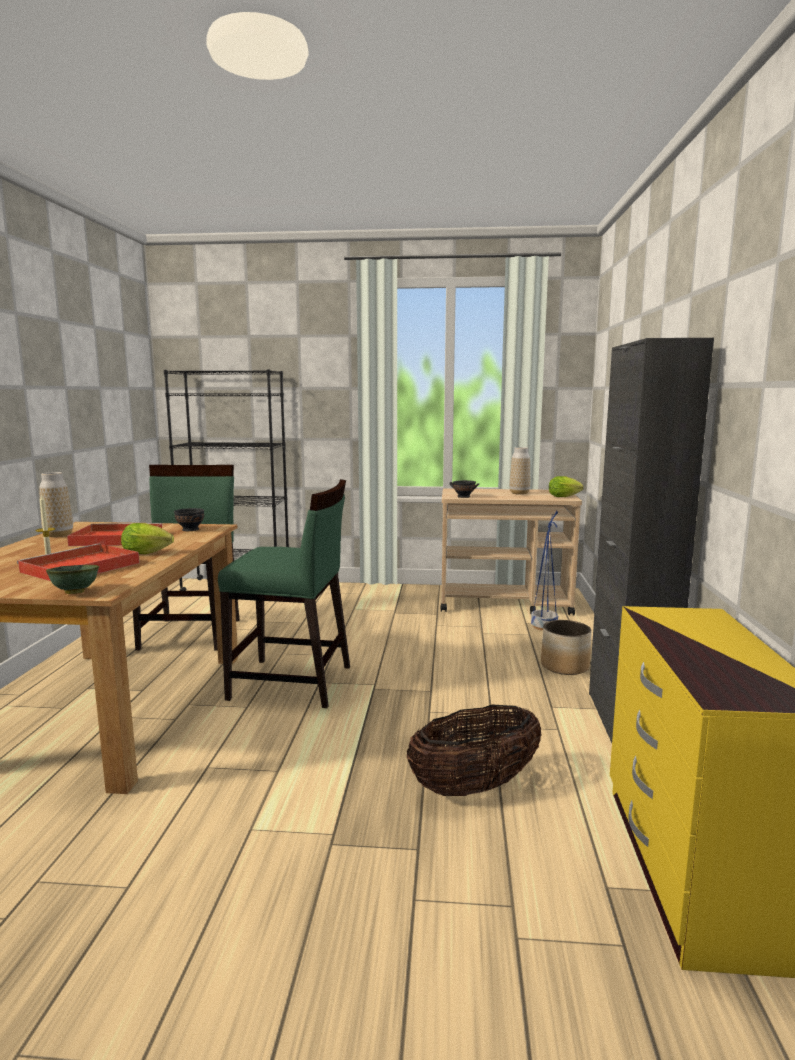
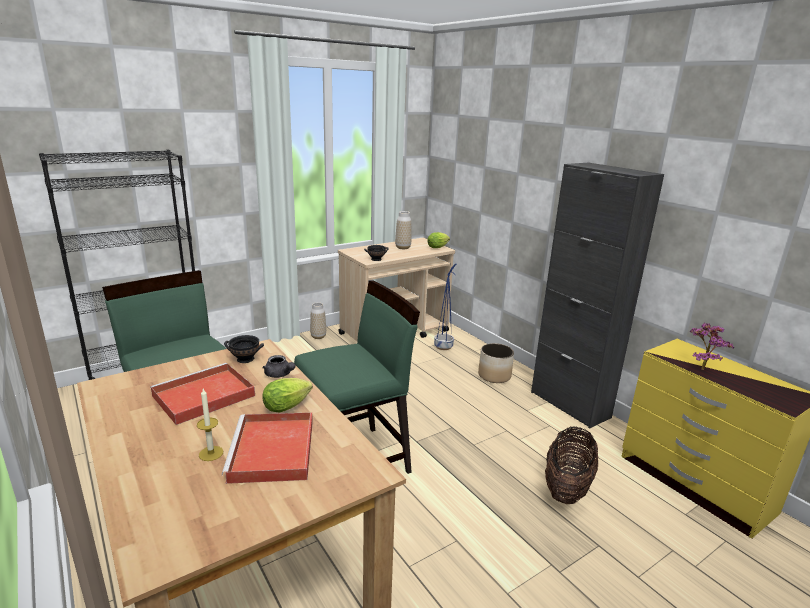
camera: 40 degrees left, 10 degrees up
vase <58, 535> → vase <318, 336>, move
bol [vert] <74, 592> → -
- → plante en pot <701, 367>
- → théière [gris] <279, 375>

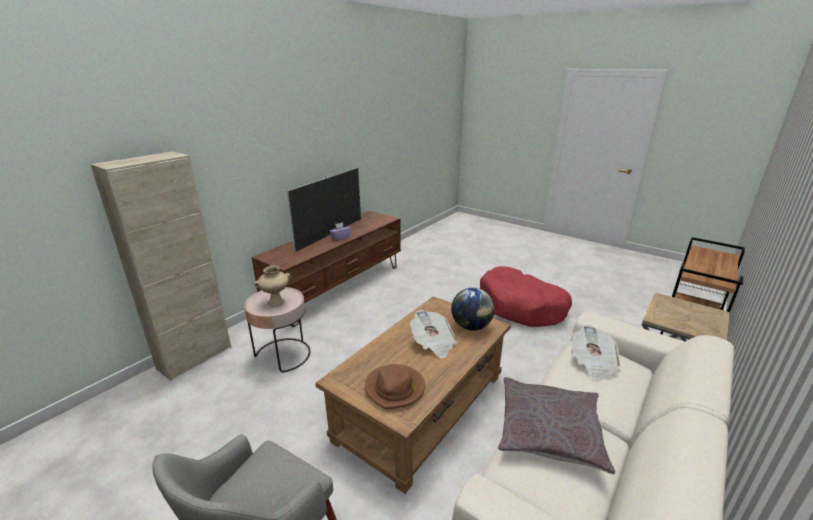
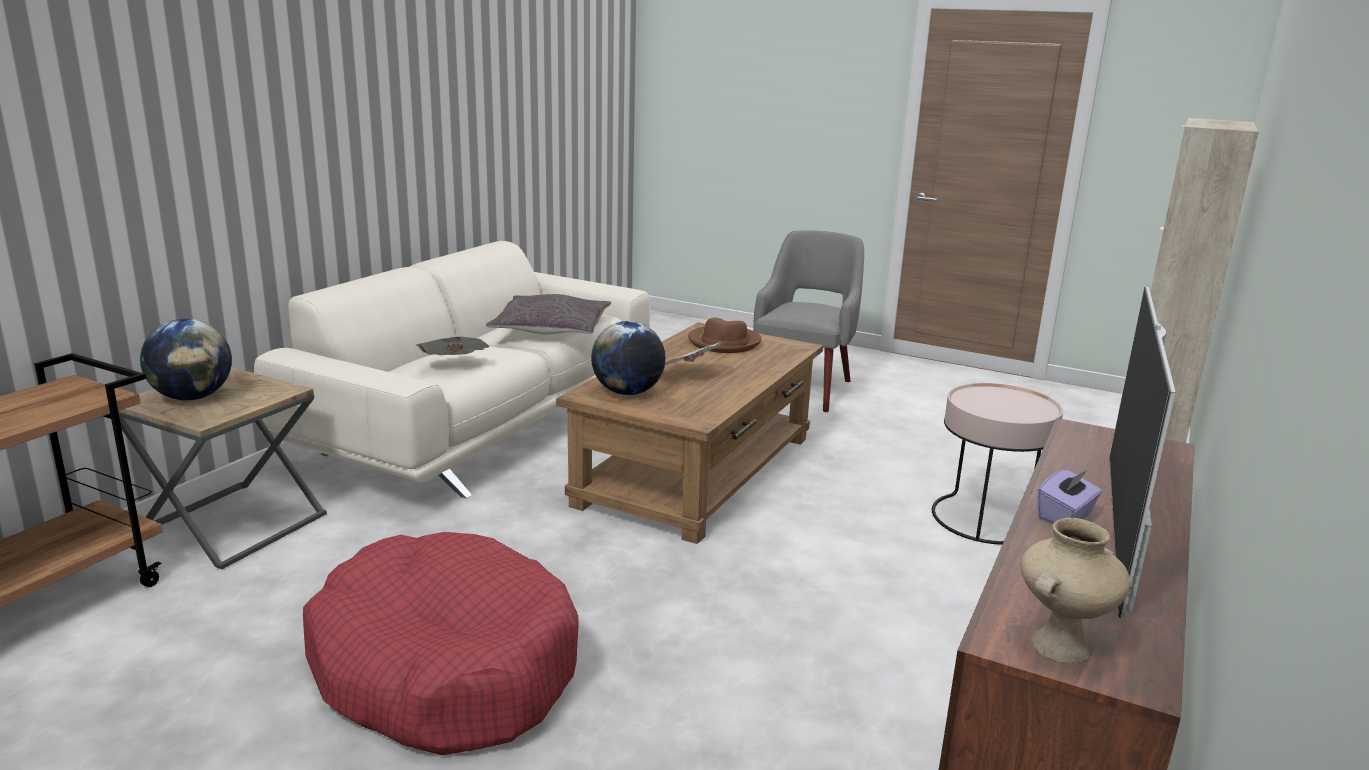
camera: 170 degrees right, 5 degrees down
vase [beige] <276, 303> → vase [beige] <1060, 645>, move
- → globe <192, 397>

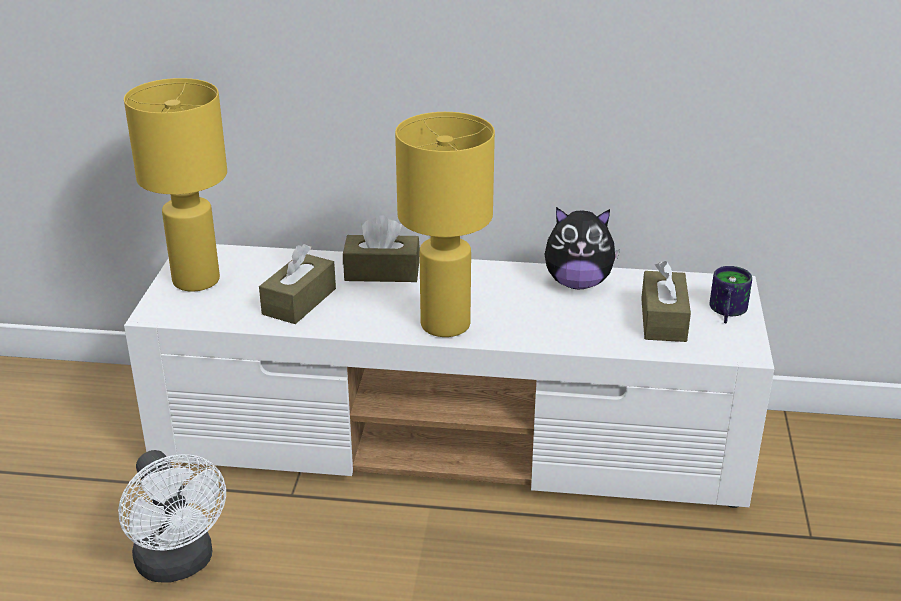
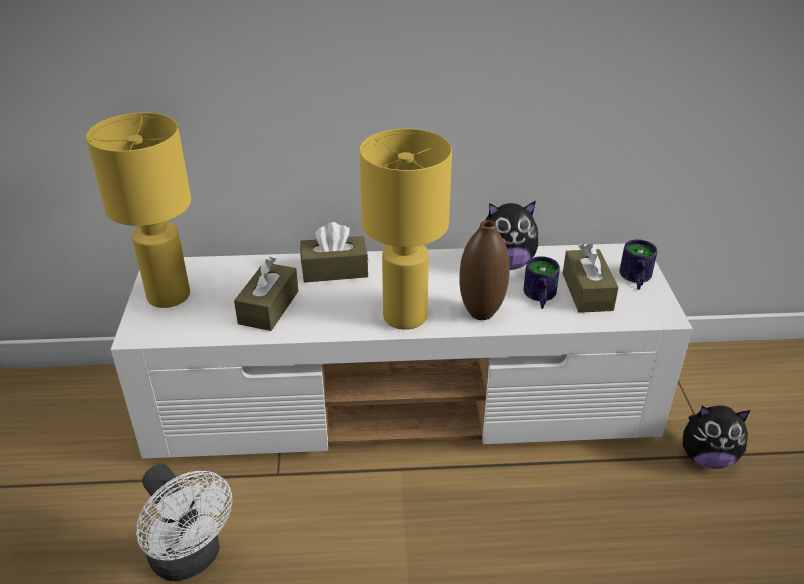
camera: 10 degrees left, 5 degrees up
- → vase [marron] <481, 313>
- → mug <538, 297>
- → peluche <706, 457>

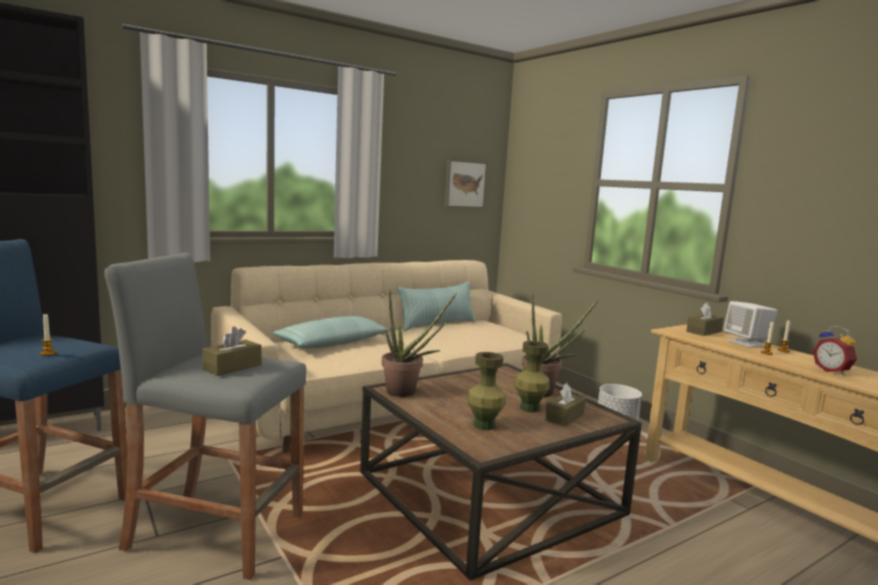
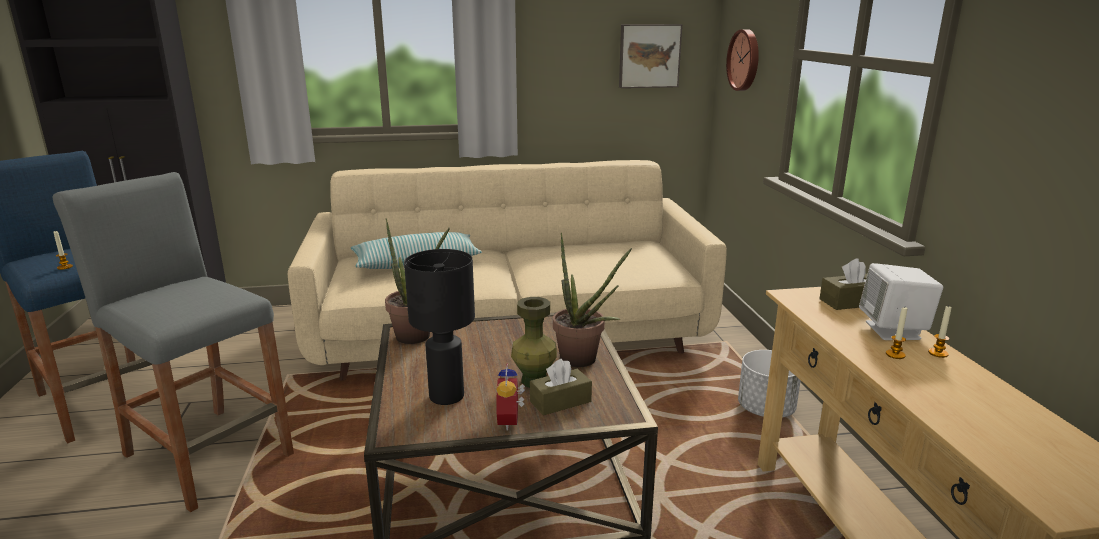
camera: 25 degrees right, 10 degrees up
coussin <437, 325> → -
boîte à mouchoirs [marron] <232, 367> → -
réveil <832, 371> → réveil <511, 421>, move
vase [vert] <484, 425> → lampe de table [noir] <447, 397>
- → horloge murale <745, 60>

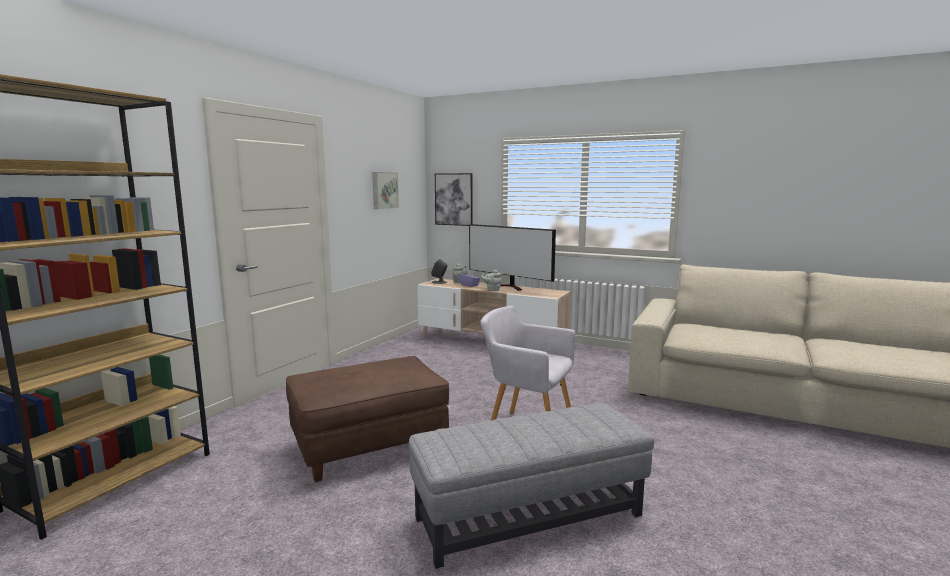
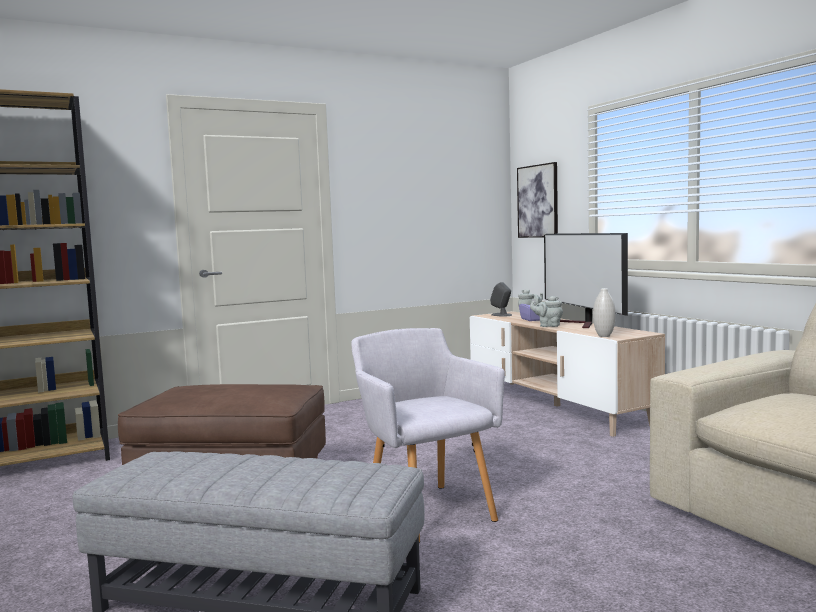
camera: 35 degrees right, 5 degrees down
tableau <384, 190> → -
- → vase [blanc] <604, 336>

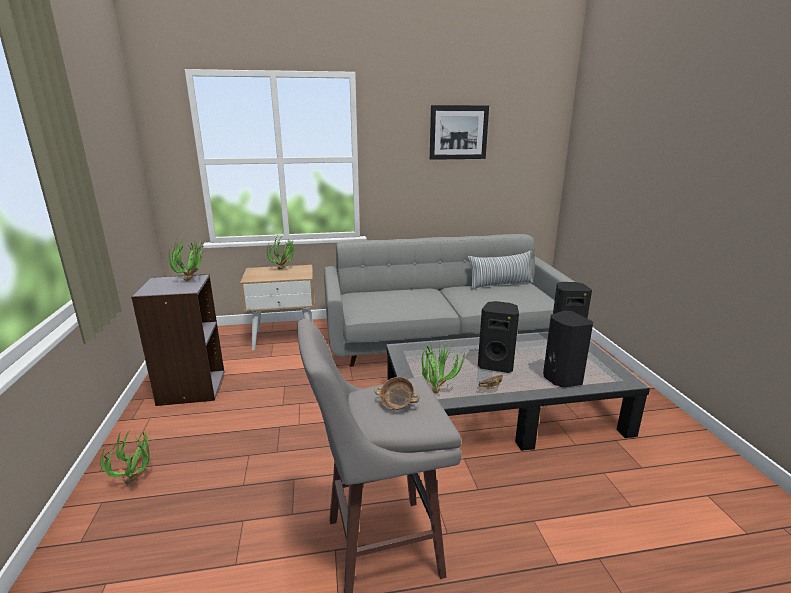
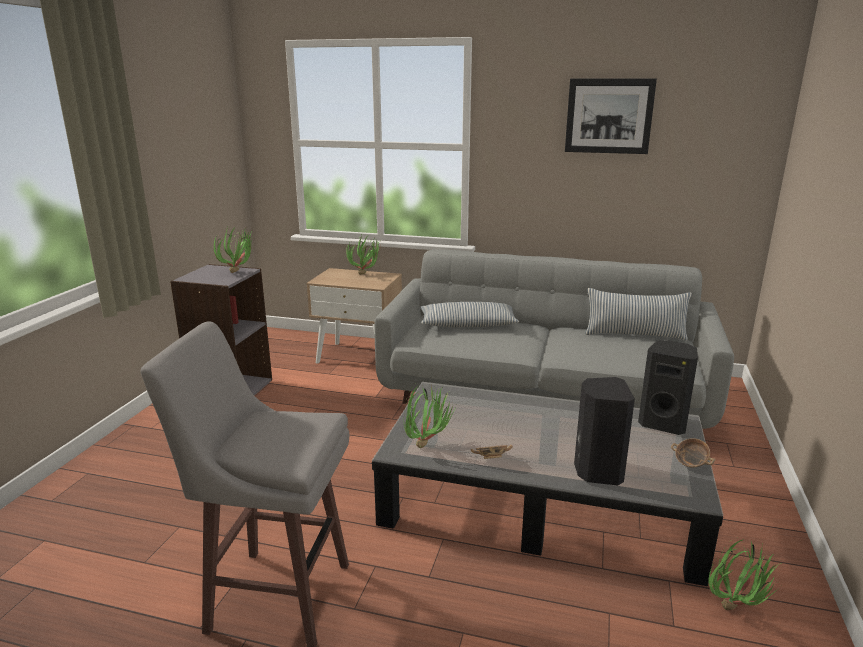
camera: 25 degrees right, 0 degrees up
enceinte [noir] <496, 365> → -
bol <396, 405> → bol <690, 464>, move
plante en pot <137, 480> → plante en pot <737, 608>, move
- → coussin <468, 324>

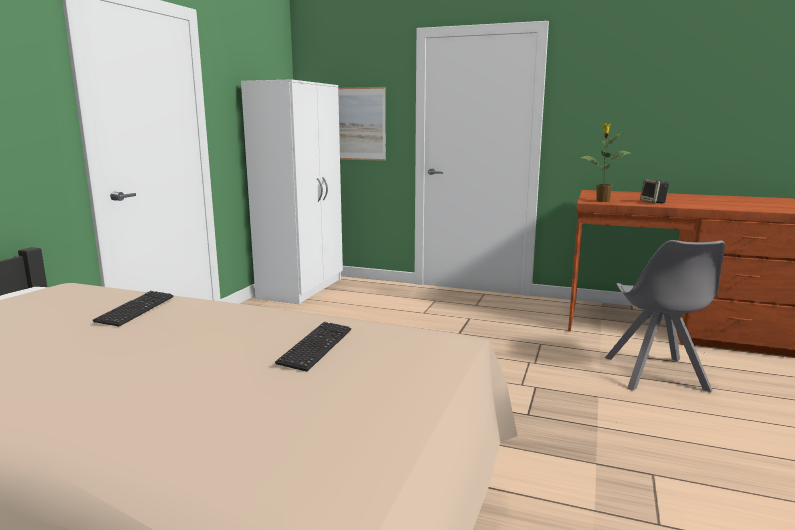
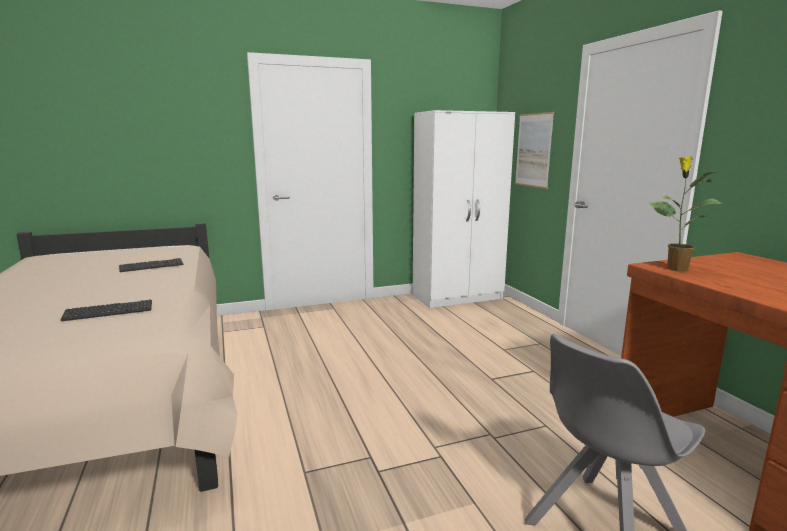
camera: 50 degrees right, 0 degrees up
enceinte <653, 202> → -

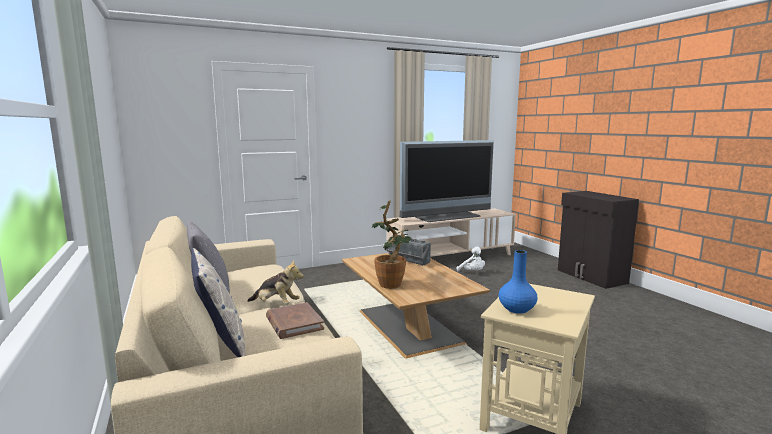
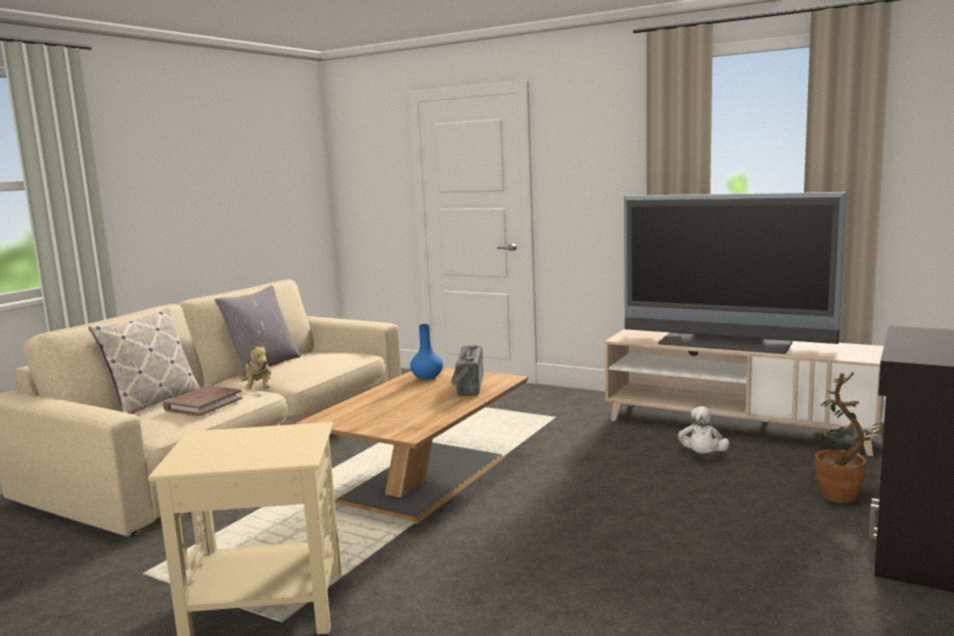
camera: 55 degrees right, 0 degrees up
plante en pot <393, 283> → plante en pot <847, 495>, move
vase [bleu] <517, 309> → vase [bleu] <427, 377>, move

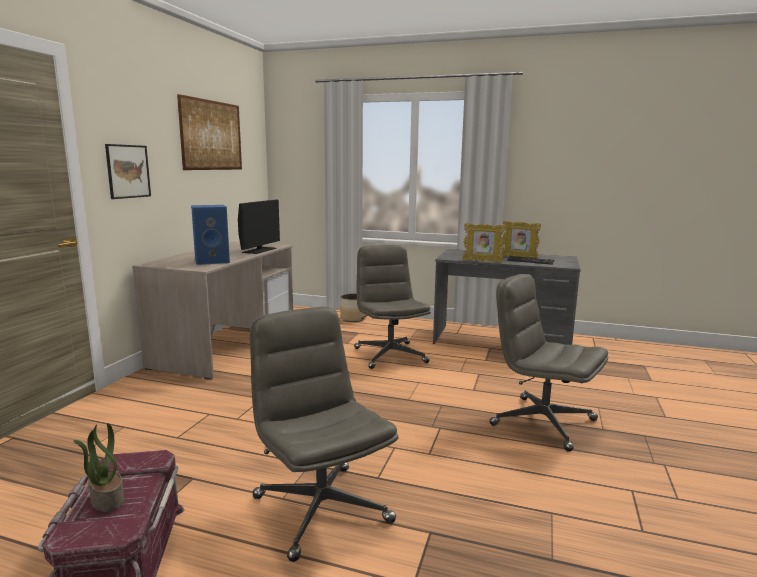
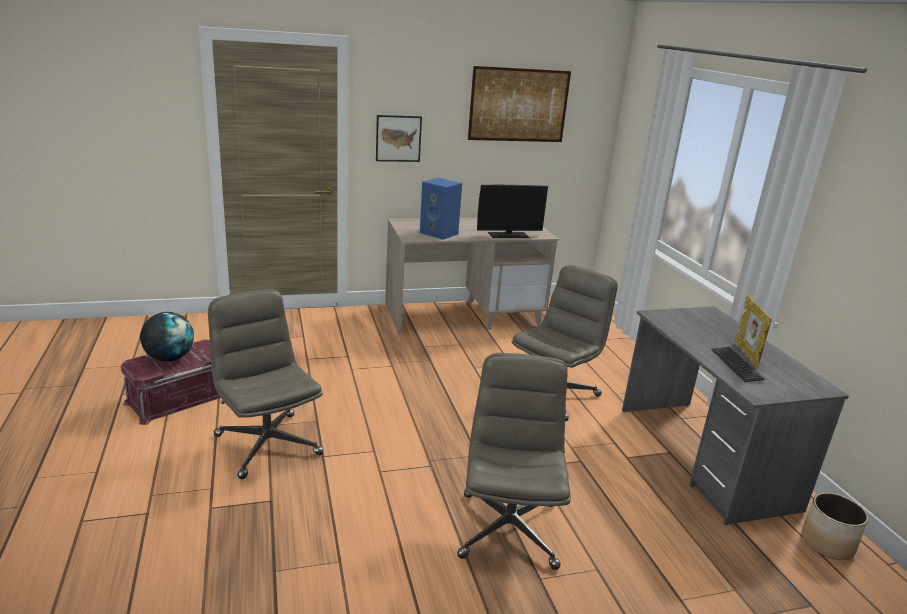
camera: 55 degrees right, 10 degrees up
cadre photo <482, 261> → -
cache-pot <353, 318> → cache-pot <827, 544>, move
chaise de bureau [gris] <320, 508> → chaise de bureau [gris] <267, 444>, 60 degrees counterclockwise
plante en pot <106, 500> → globe <169, 358>

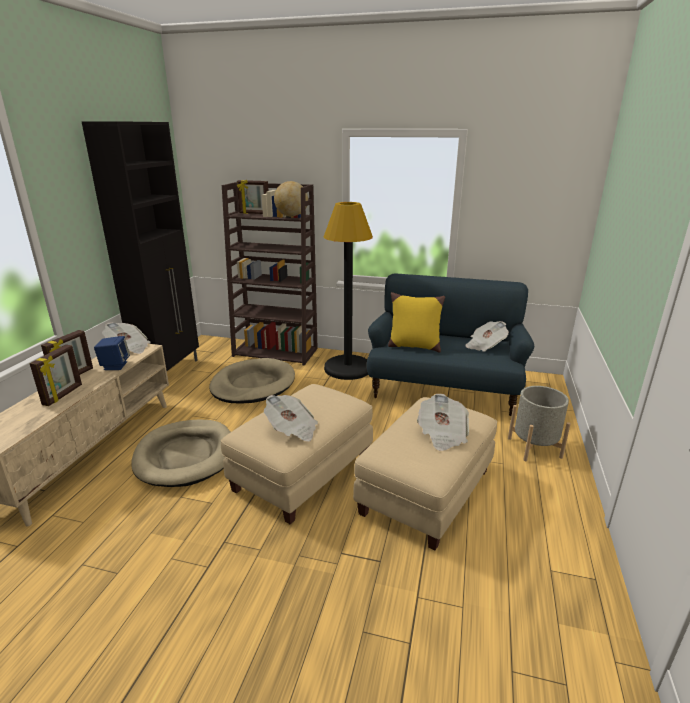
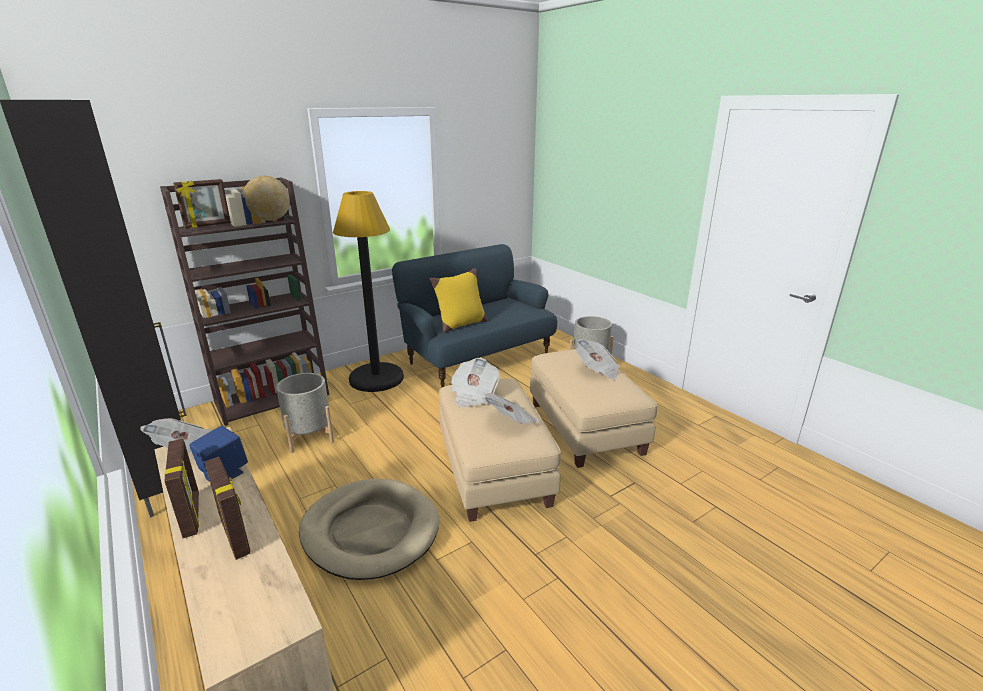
camera: 50 degrees left, 0 degrees up
journal <485, 346> → journal <473, 395>, move
panier pour chien [beige] <253, 385> → cache-pot [gris] <310, 437>

